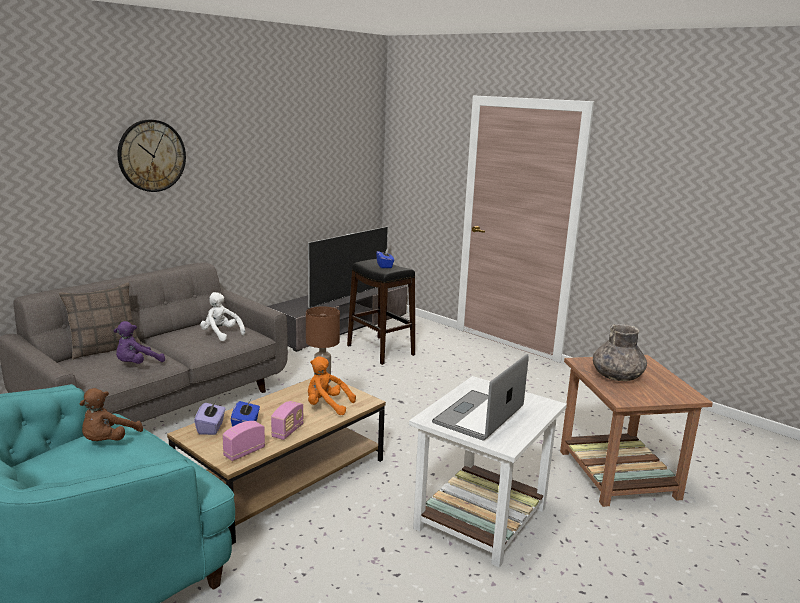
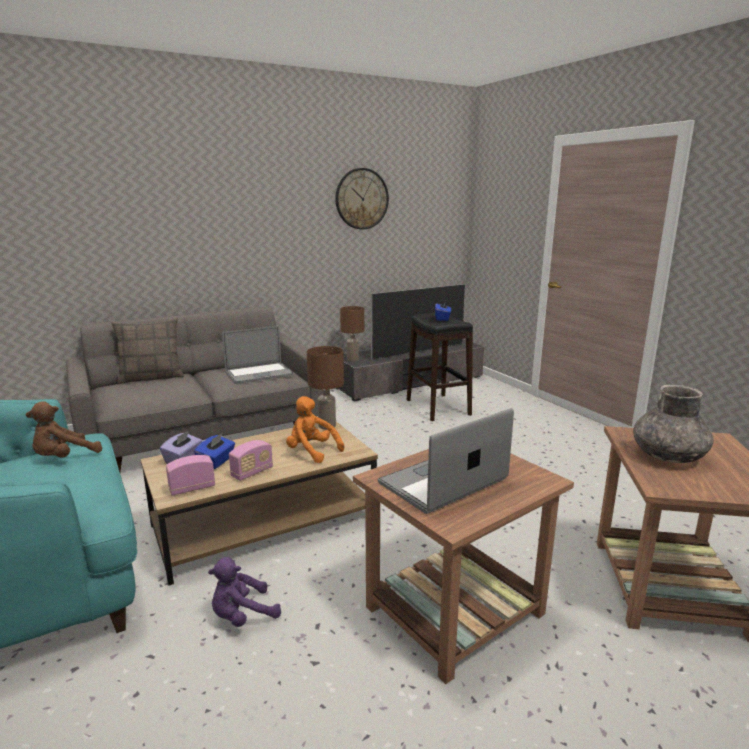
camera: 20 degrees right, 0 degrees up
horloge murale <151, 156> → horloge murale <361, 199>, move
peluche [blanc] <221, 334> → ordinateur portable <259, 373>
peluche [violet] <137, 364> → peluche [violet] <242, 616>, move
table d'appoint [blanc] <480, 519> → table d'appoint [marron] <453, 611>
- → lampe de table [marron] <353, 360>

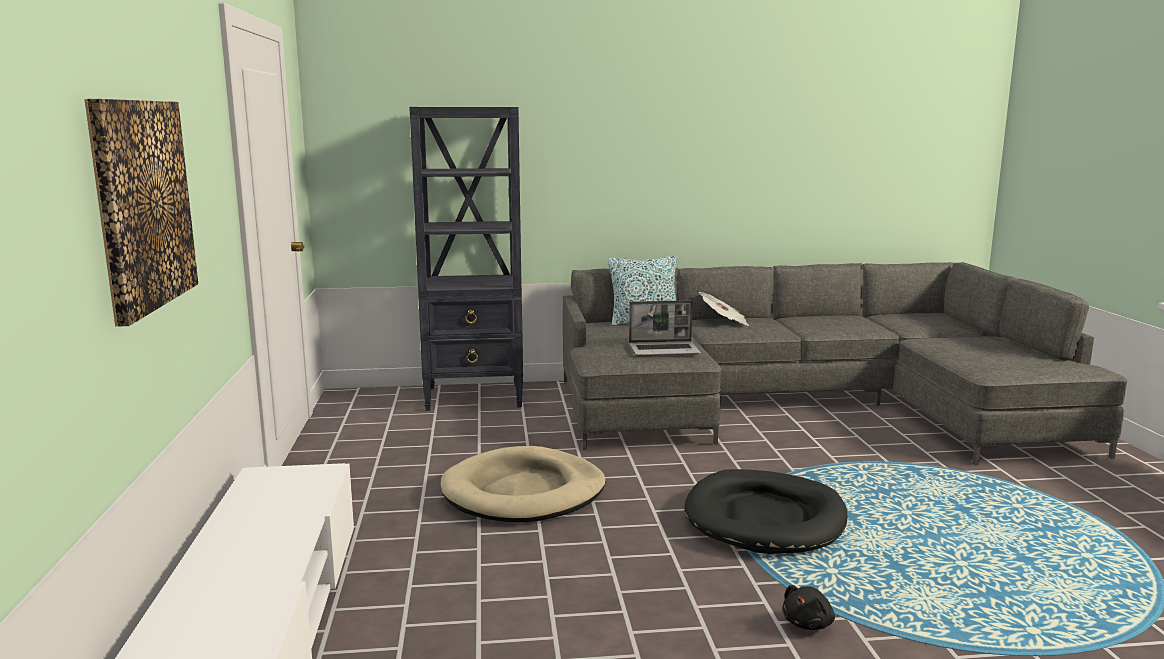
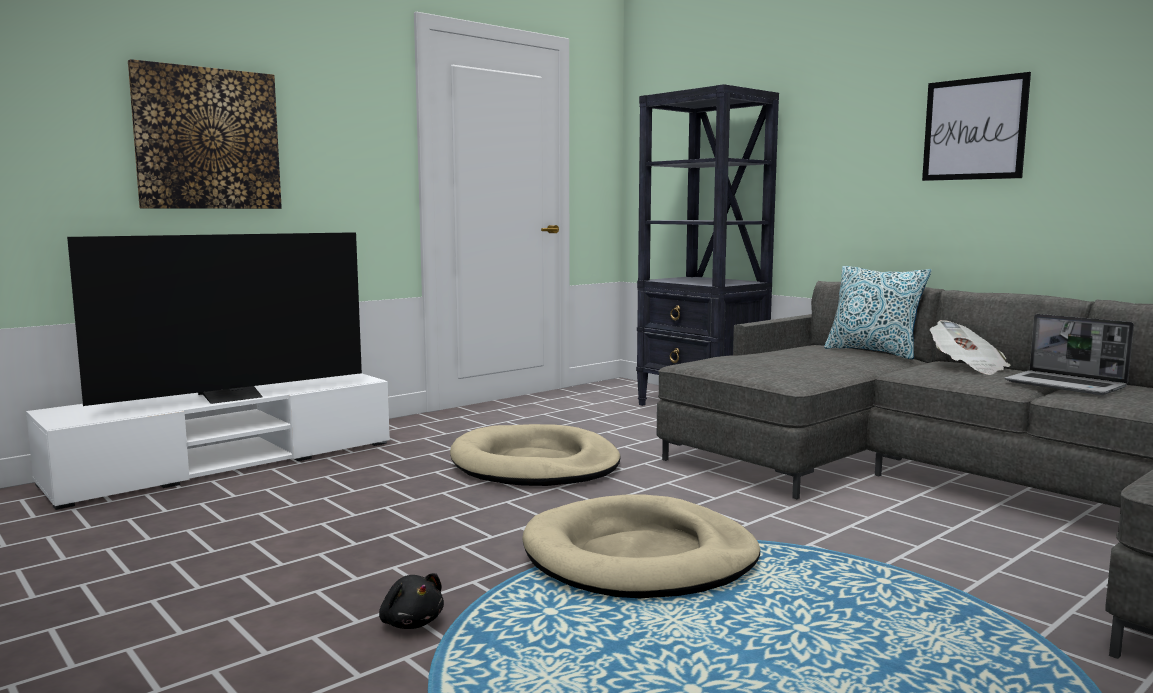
camera: 55 degrees right, 5 degrees down
ordinateur portable <664, 350> → ordinateur portable <1066, 385>, move
panier pour chien [noir] <765, 518> → panier pour chien [beige] <640, 557>
peluche [noir] <808, 623> → peluche [noir] <411, 622>, 135 degrees counterclockwise
- → tableau <974, 129>
- → téléviseur <233, 397>

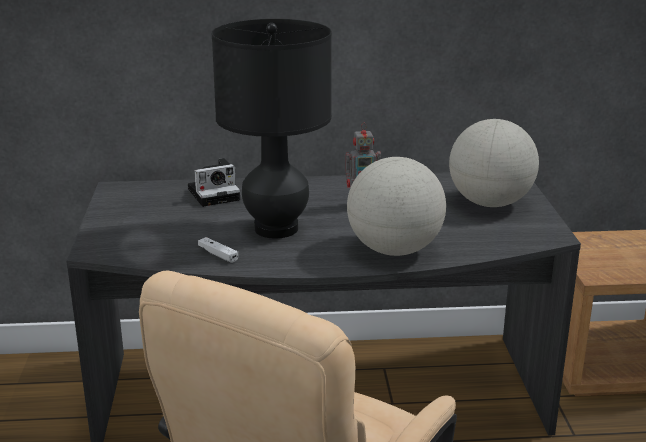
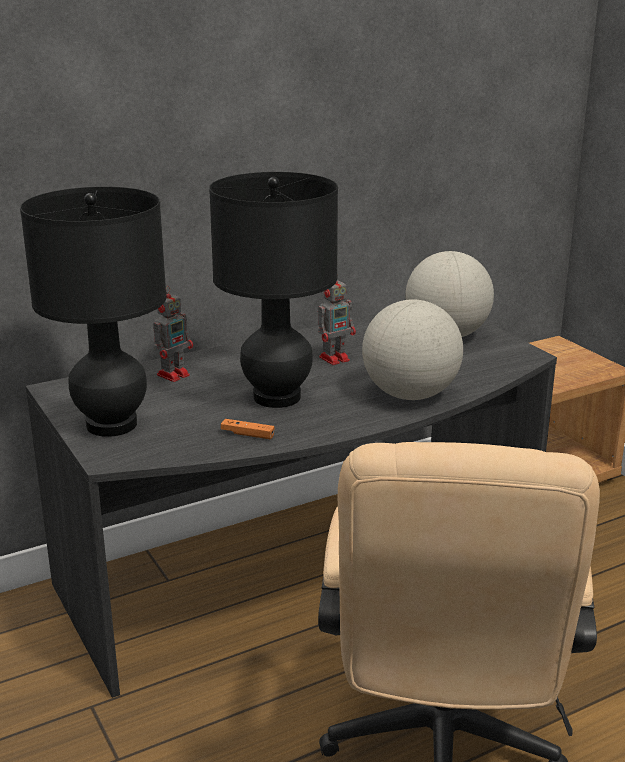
camera: 25 degrees left, 0 degrees up
appareil photo <215, 194> → robot jouet <174, 374>
manette [blanc] <218, 255> → manette [orange] <247, 434>
- → lampe de table [noir] <112, 425>

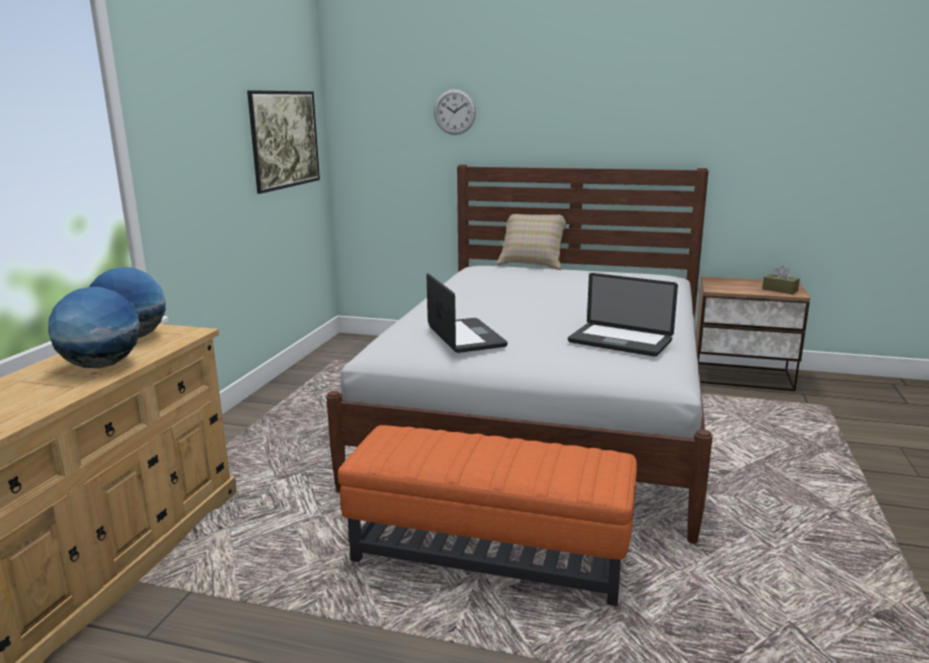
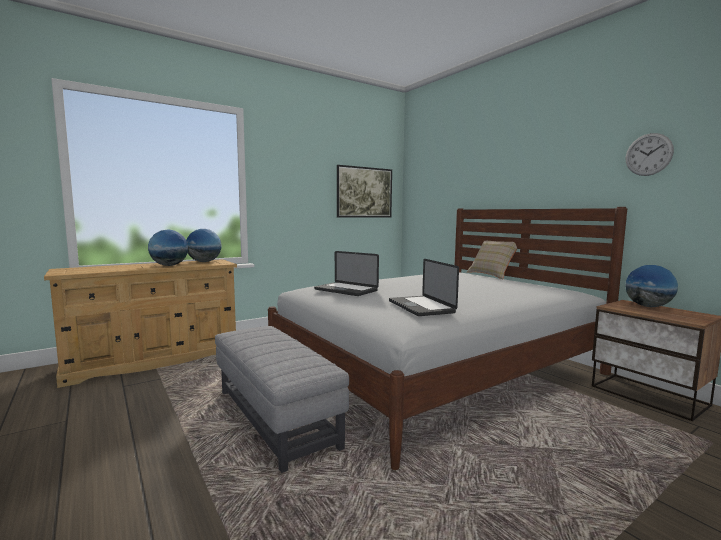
camera: 40 degrees right, 10 degrees down
horloge murale <454, 112> → horloge murale <648, 154>, move
boîte à mouchoirs [marron] <780, 290> → -
ordinateur portable <465, 337> → ordinateur portable <346, 290>, 105 degrees clockwise
pouf [orange] <488, 556> → pouf [gris] <275, 418>
- → globe <648, 306>

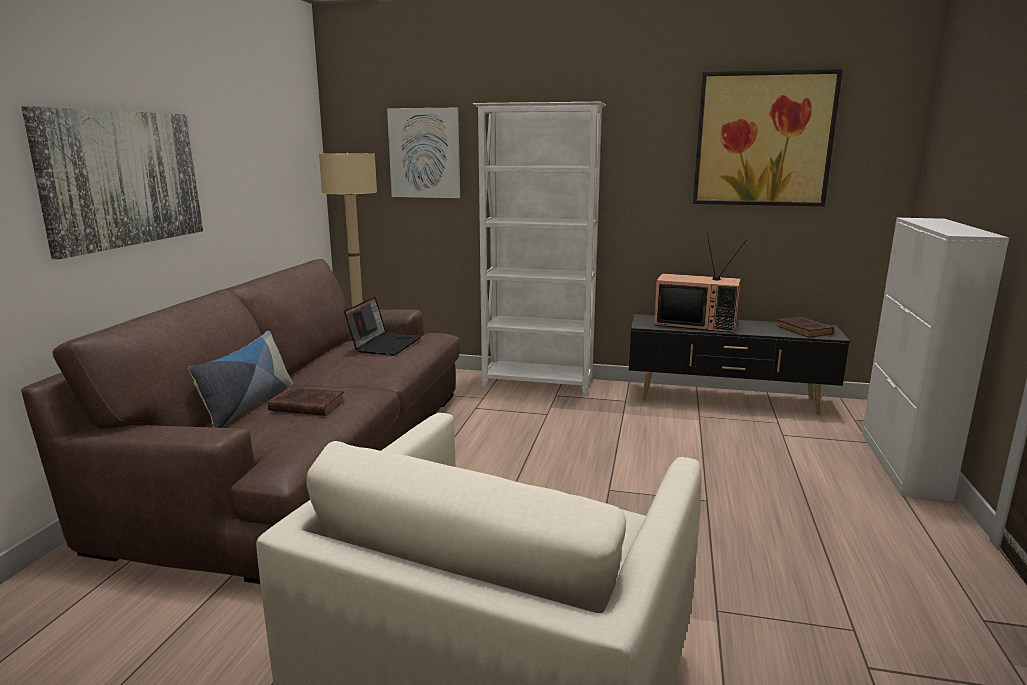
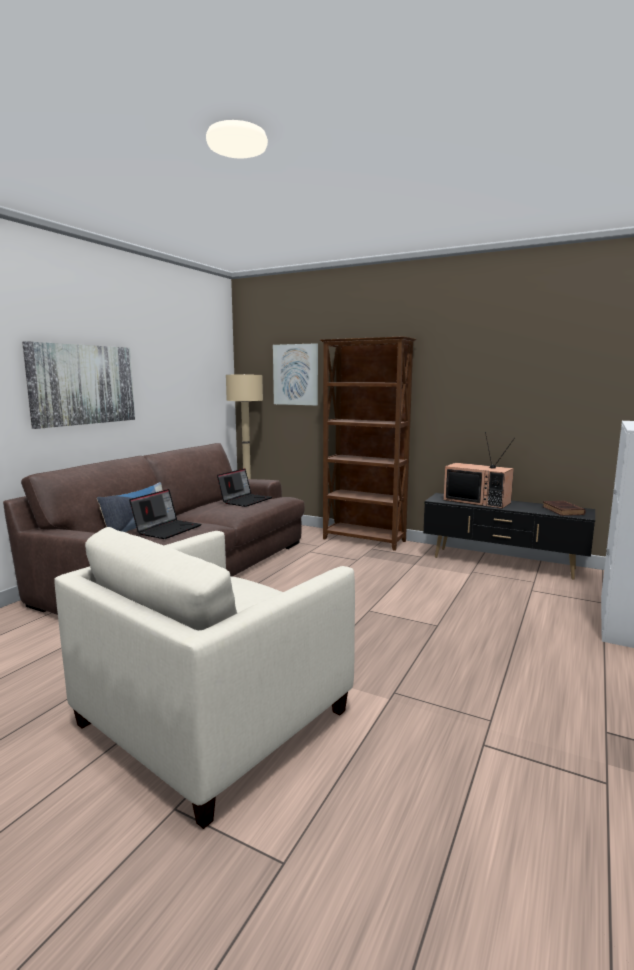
camera: 15 degrees right, 5 degrees down
tableau <763, 139> → -
bibliothèque [blanc] <538, 384> → bibliothèque [marron] <364, 540>
livre [marron] <305, 406> → ordinateur portable <167, 529>

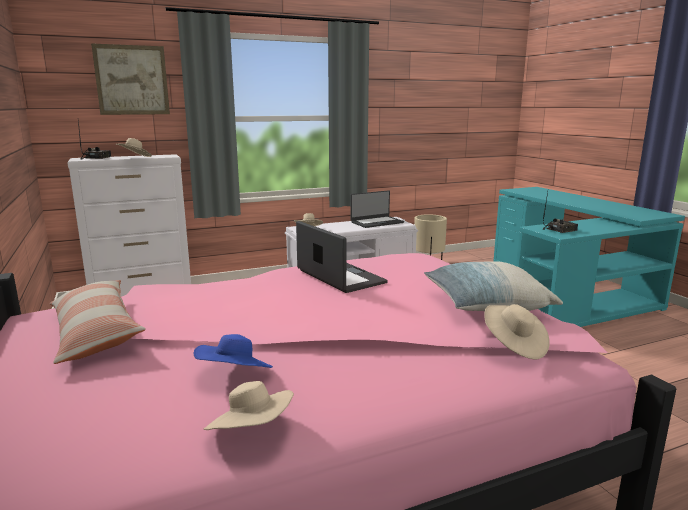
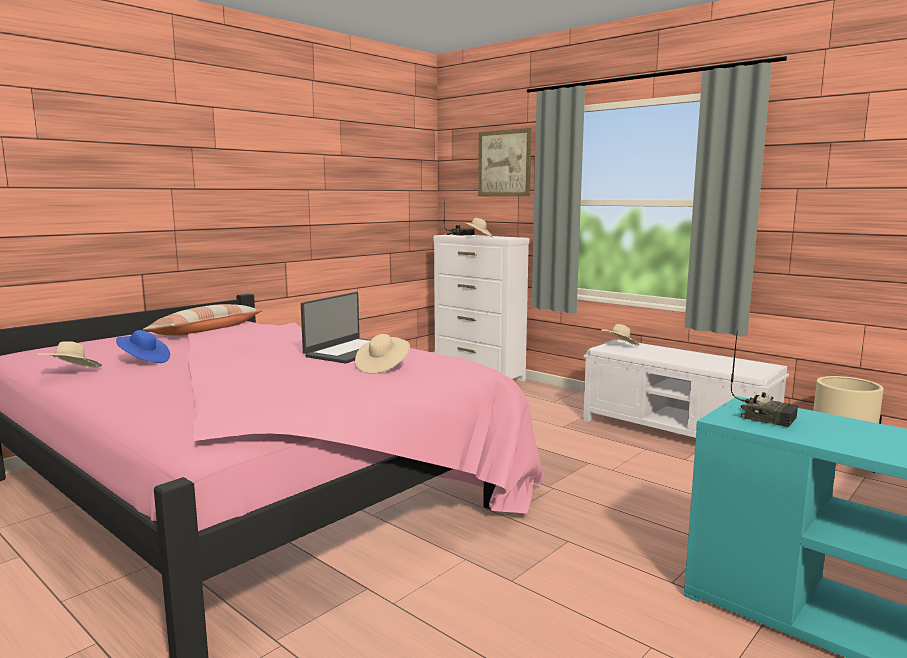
camera: 65 degrees right, 5 degrees down
ordinateur portable <376, 222> → -
coussin <485, 305> → -
chapeau [beige] <514, 345> → chapeau [beige] <382, 367>, move

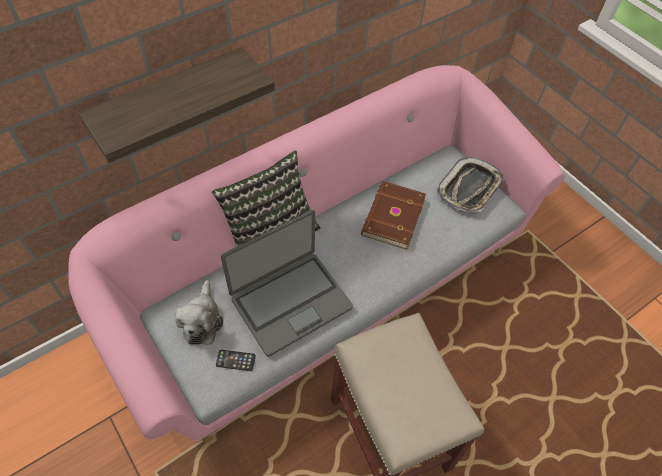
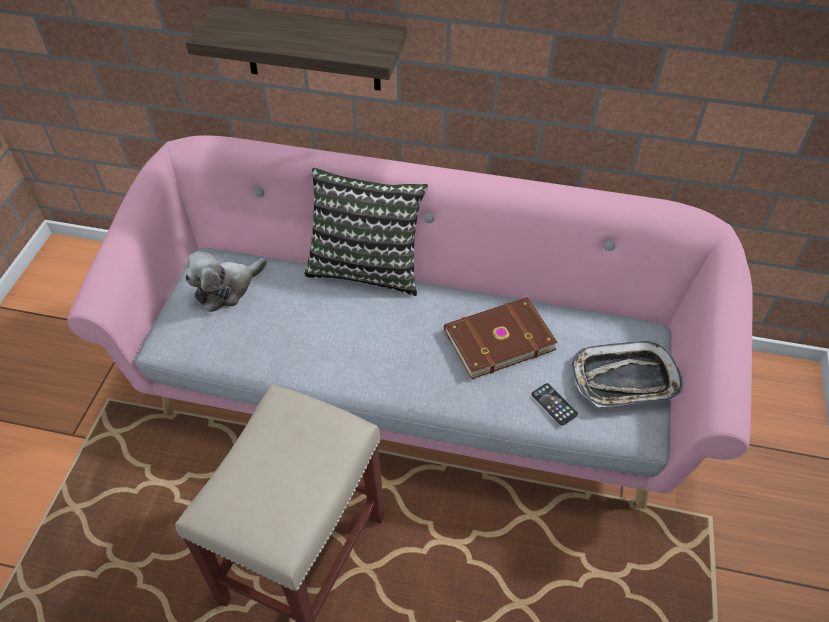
camera: 50 degrees right, 5 degrees down
ordinateur portable <290, 302> → -
téléphone <235, 360> → téléphone <554, 404>, move

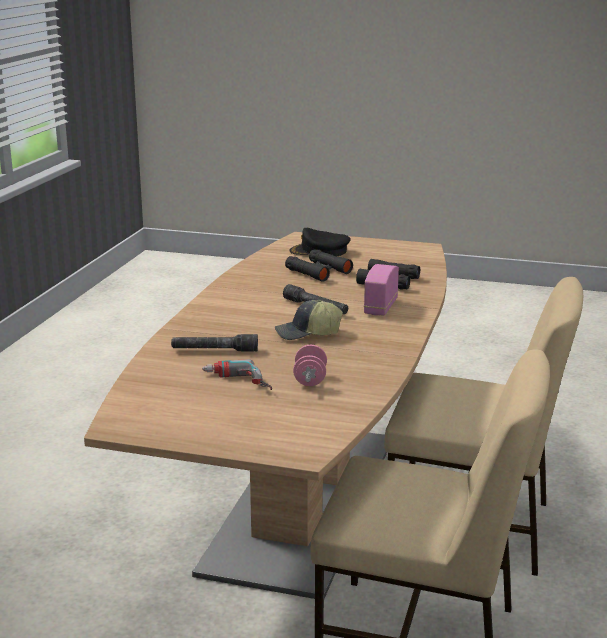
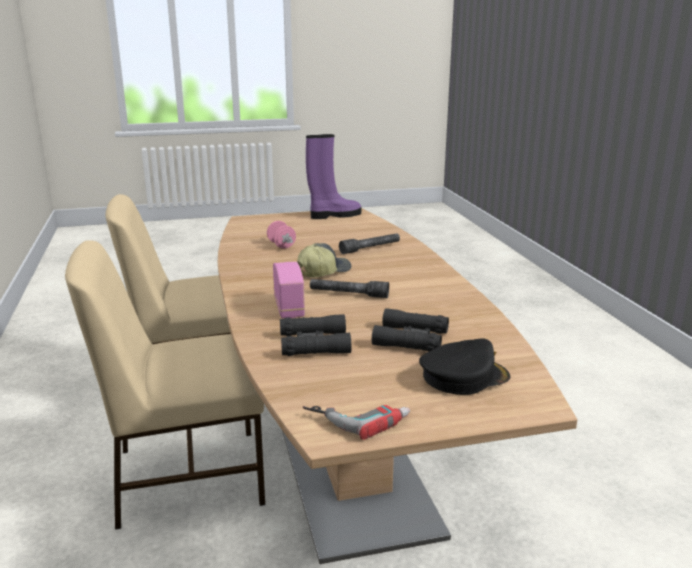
camera: 150 degrees right, 0 degrees up
perceuse <236, 383> → perceuse <357, 416>, move
- → botte [violet] <334, 215>

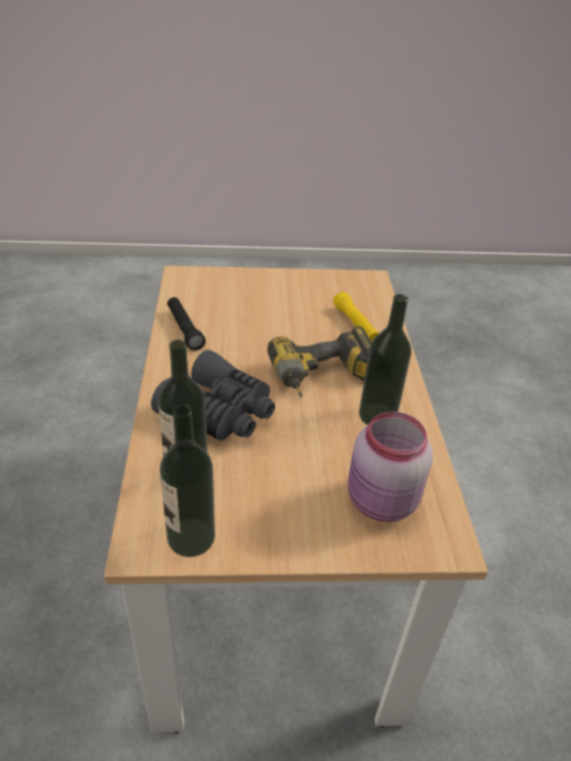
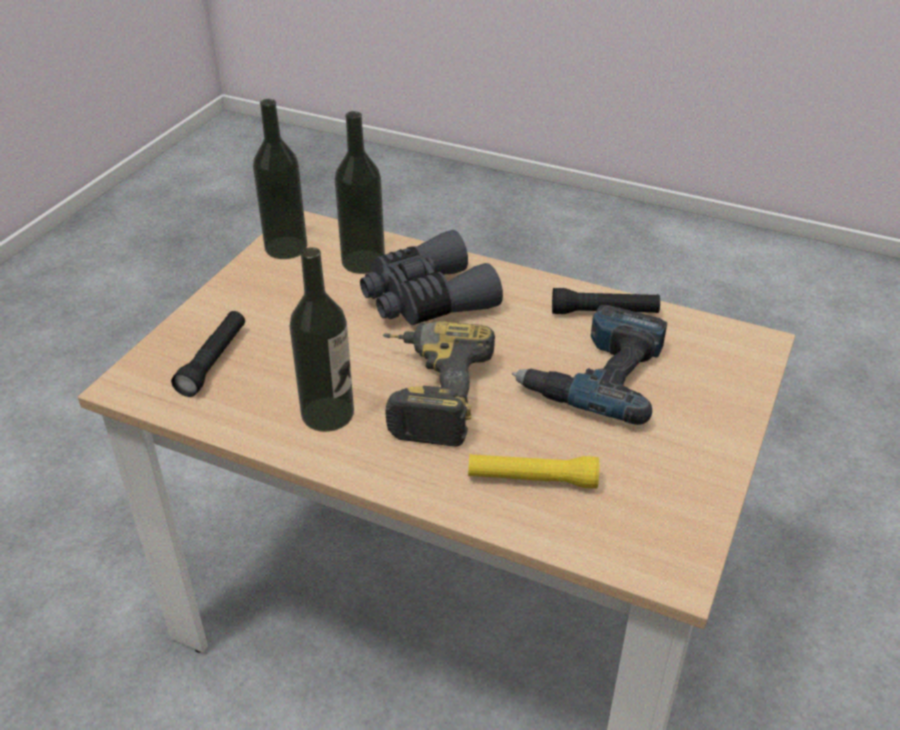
camera: 120 degrees right, 0 degrees up
bocal [rose] <380, 502> → lampe de poche [noir] <213, 361>
- → perceuse <596, 374>

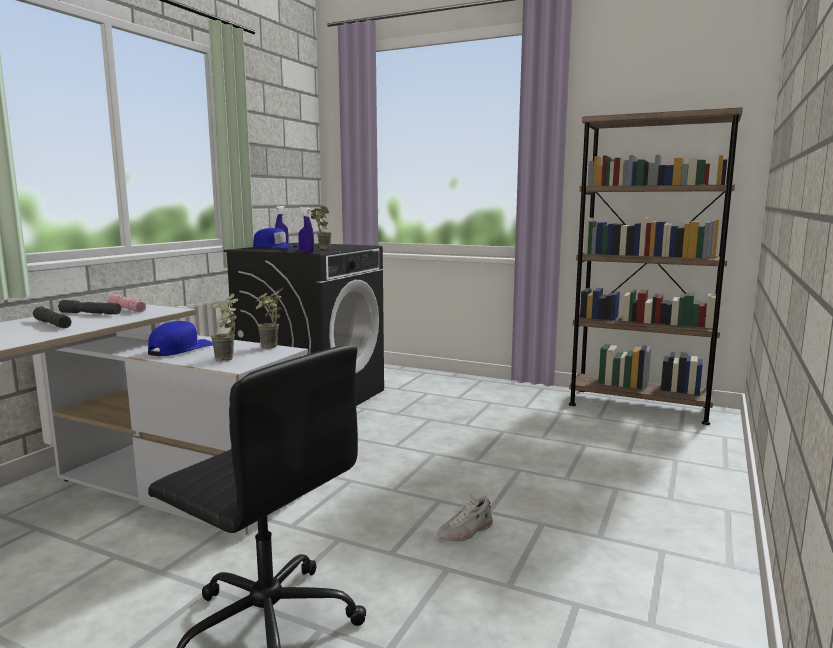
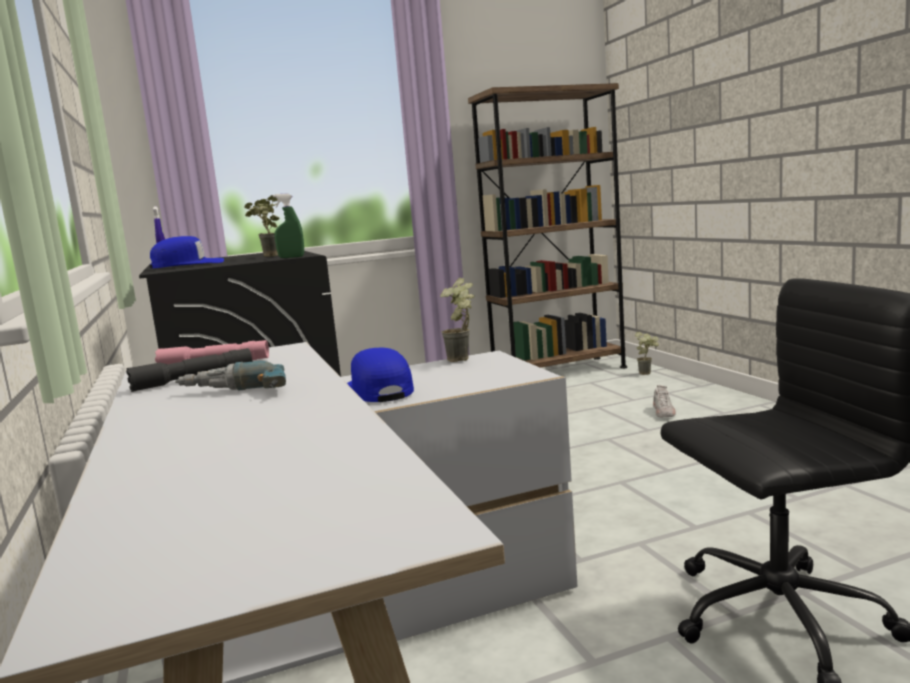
camera: 45 degrees left, 0 degrees up
vaporisateur [bleu] <306, 252> → vaporisateur [vert] <291, 257>
plante en pot <228, 360> → plante en pot <648, 373>, move
lampe de poche [gris] <53, 324> → perceuse <231, 395>
chaussure [blanc] <466, 532> → chaussure [blanc] <664, 412>, move

